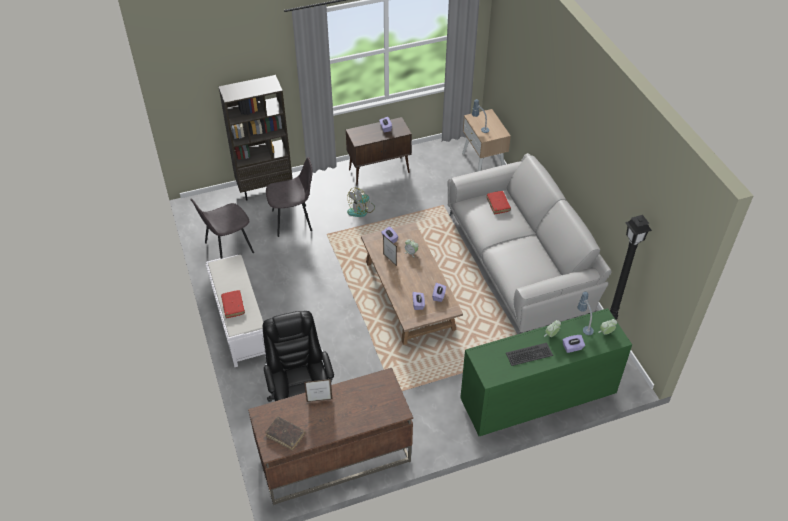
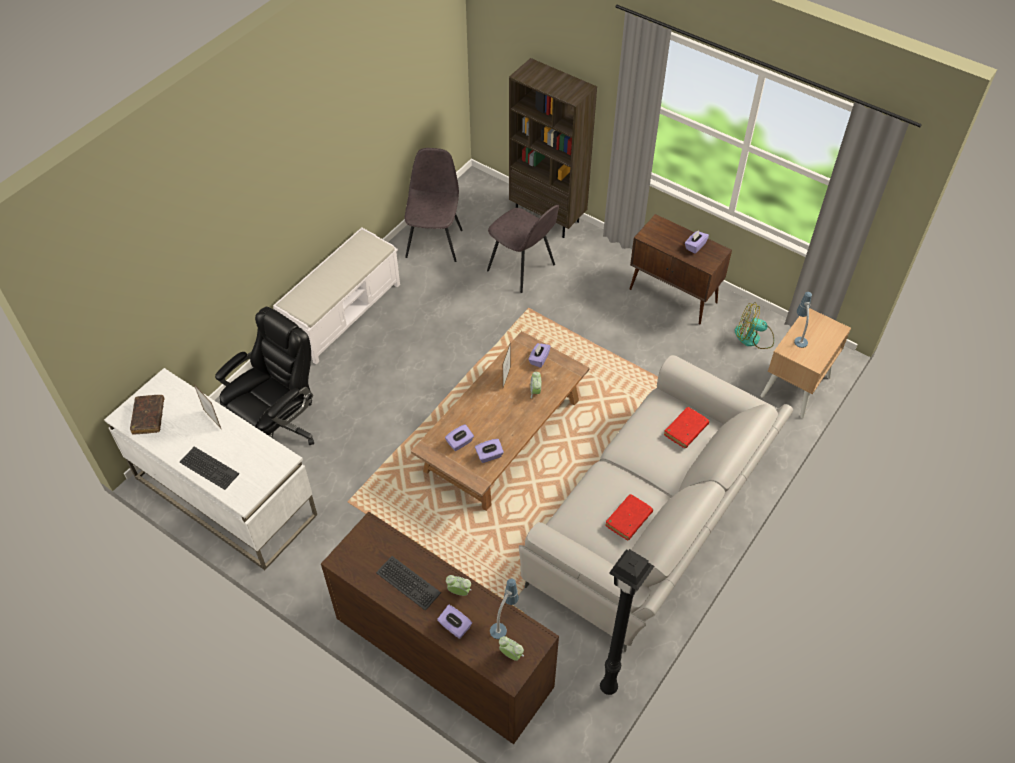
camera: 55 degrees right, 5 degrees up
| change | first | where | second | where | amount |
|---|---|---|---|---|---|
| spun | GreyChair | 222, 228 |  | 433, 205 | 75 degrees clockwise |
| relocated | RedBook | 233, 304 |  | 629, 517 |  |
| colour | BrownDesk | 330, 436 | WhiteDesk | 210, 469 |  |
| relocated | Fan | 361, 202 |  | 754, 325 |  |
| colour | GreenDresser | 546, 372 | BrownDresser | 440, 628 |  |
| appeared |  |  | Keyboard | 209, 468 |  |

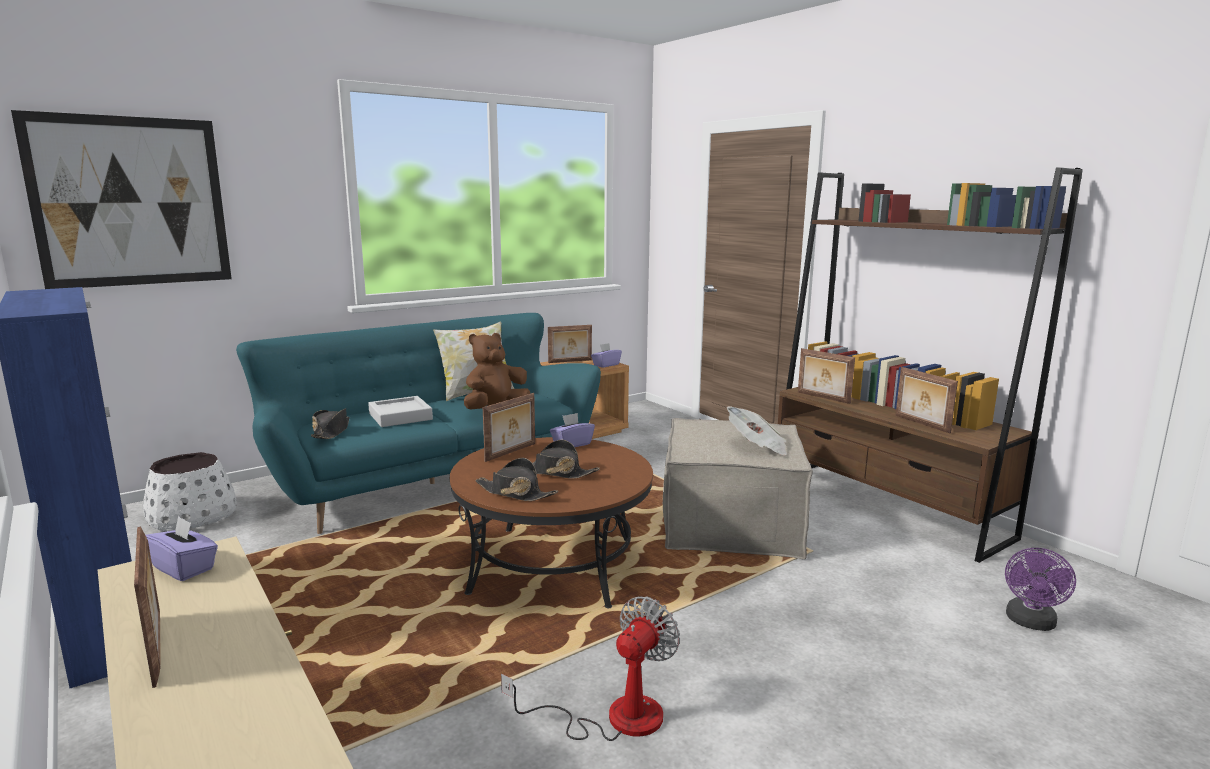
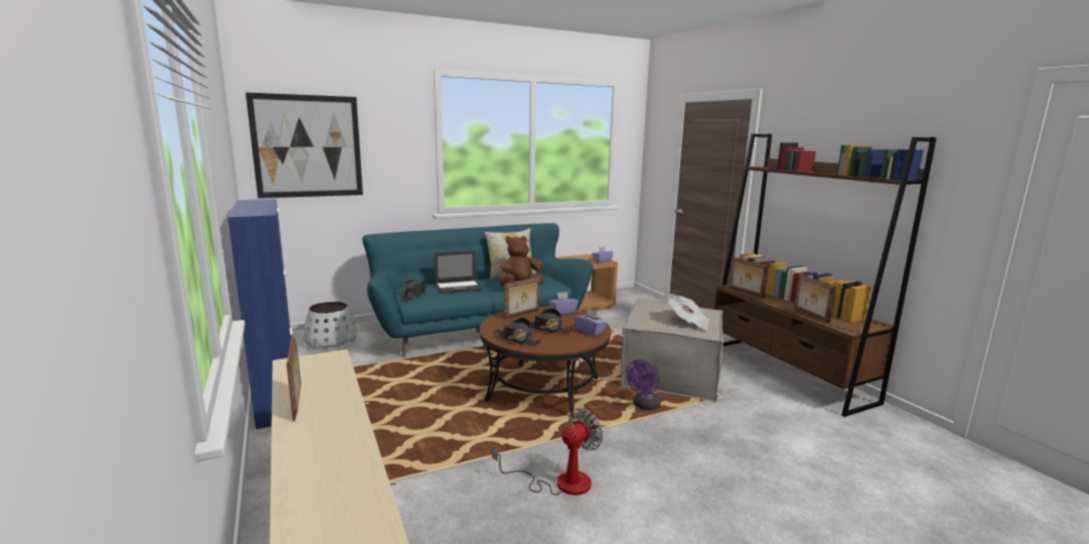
camera: 10 degrees right, 0 degrees up
| change | first | where | second | where | amount |
|---|---|---|---|---|---|
| relocated | PurpleTissueBox | 182, 548 |  | 590, 322 |  |
| exchanged | GreyTray | 400, 411 | Laptop | 458, 272 |  |
| missing | PictureFrame | 570, 344 |  |  |  |
| relocated | PurpleFan | 1040, 589 |  | 643, 384 |  |

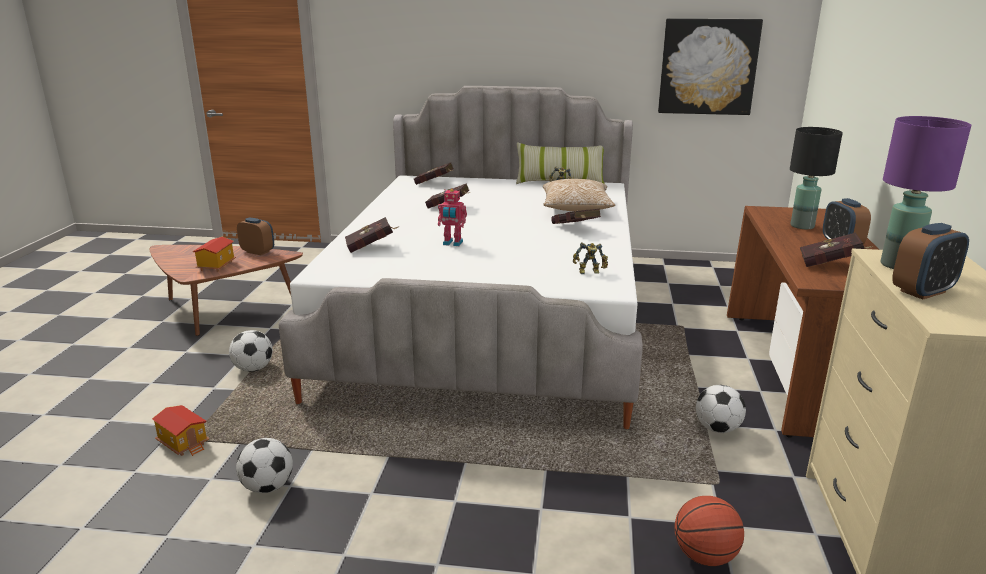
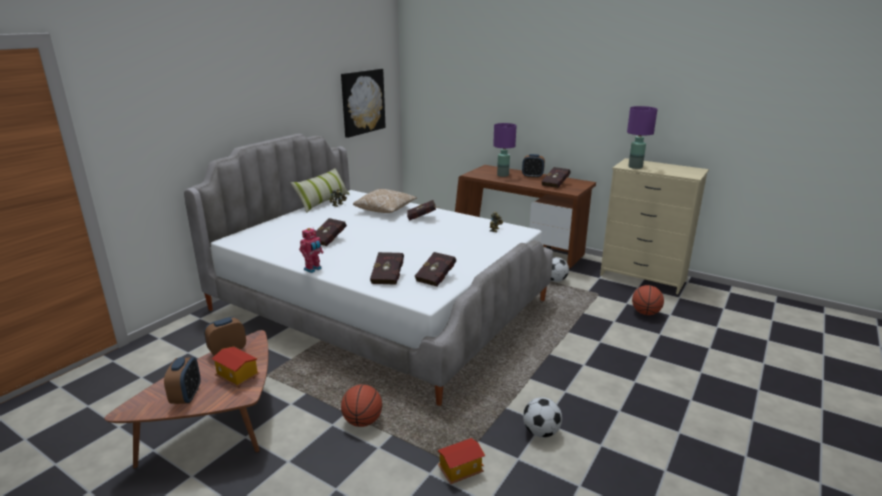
camera: 65 degrees left, 0 degrees up
| change | first | where | second | where | amount |
|---|---|---|---|---|---|
| exchanged | Football | 251, 351 | Basketball | 361, 405 |  |
| relocated | RedBook | 434, 174 |  | 435, 269 |  |
| relocated | ToyRobot | 452, 217 |  | 311, 250 |  |
| colour | BlackTableLamp | 816, 178 | PurpleTableLamp | 505, 150 |  |
| relocated | AlarmClock | 930, 261 |  | 182, 380 |  |

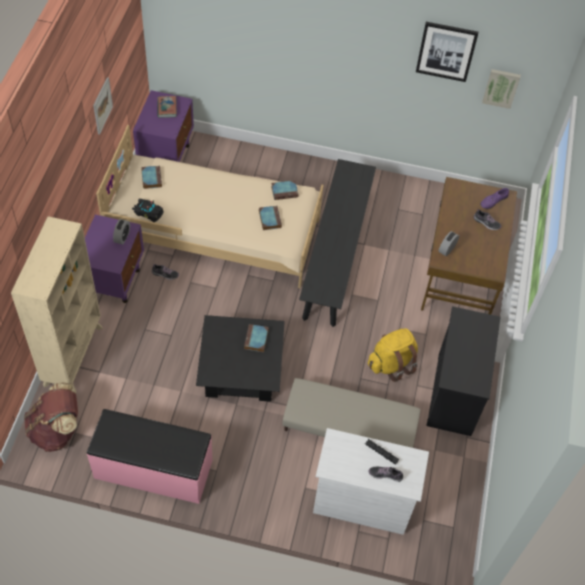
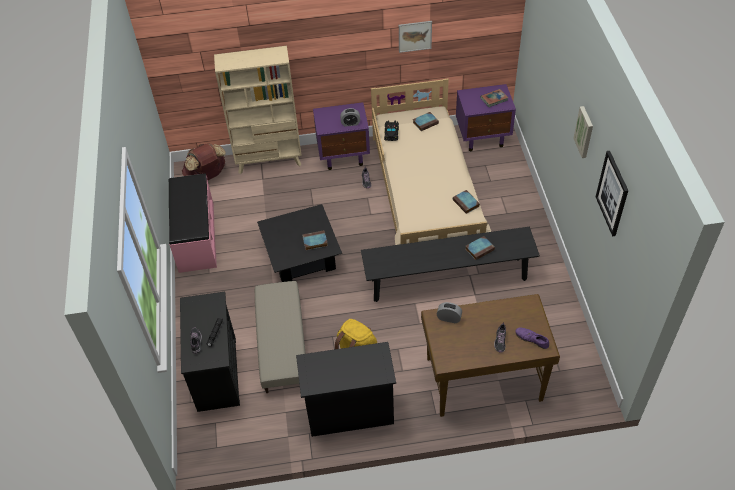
camera: 75 degrees right, 5 degrees down
| change | first | where | second | where | amount |
|---|---|---|---|---|---|
| relocated | Book | 270, 218 |  | 480, 248 |  |
| colour | WhiteDresser | 371, 481 | BlackDresser | 210, 351 |  |
| relocated | Picture | 501, 89 |  | 583, 132 |  |

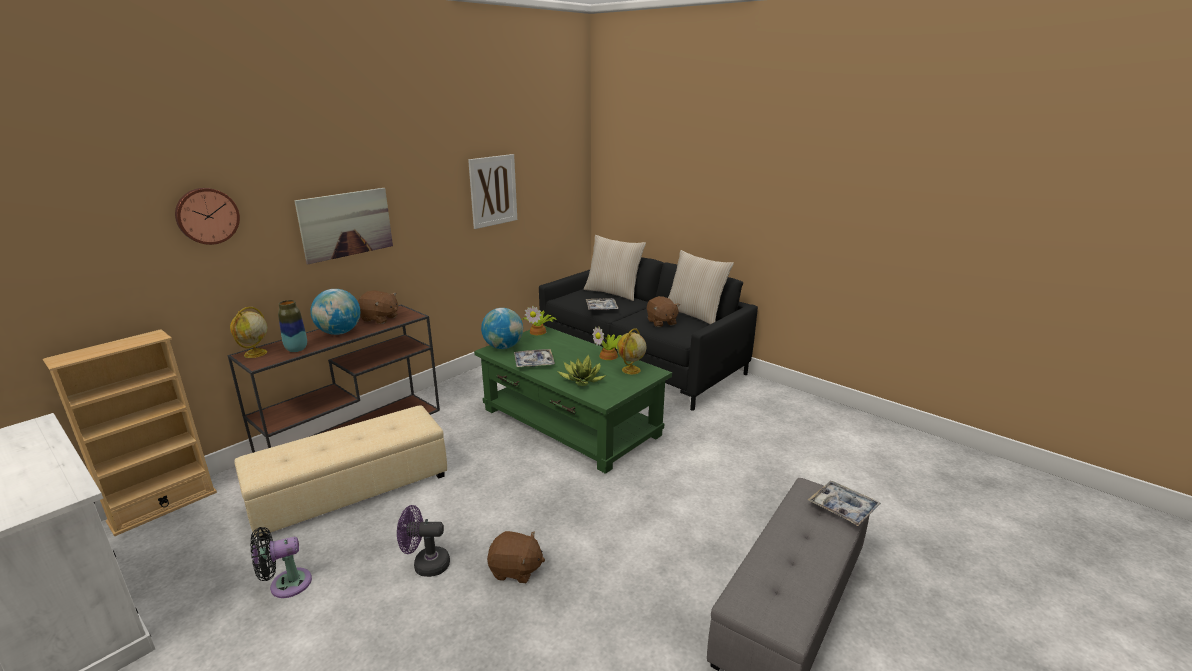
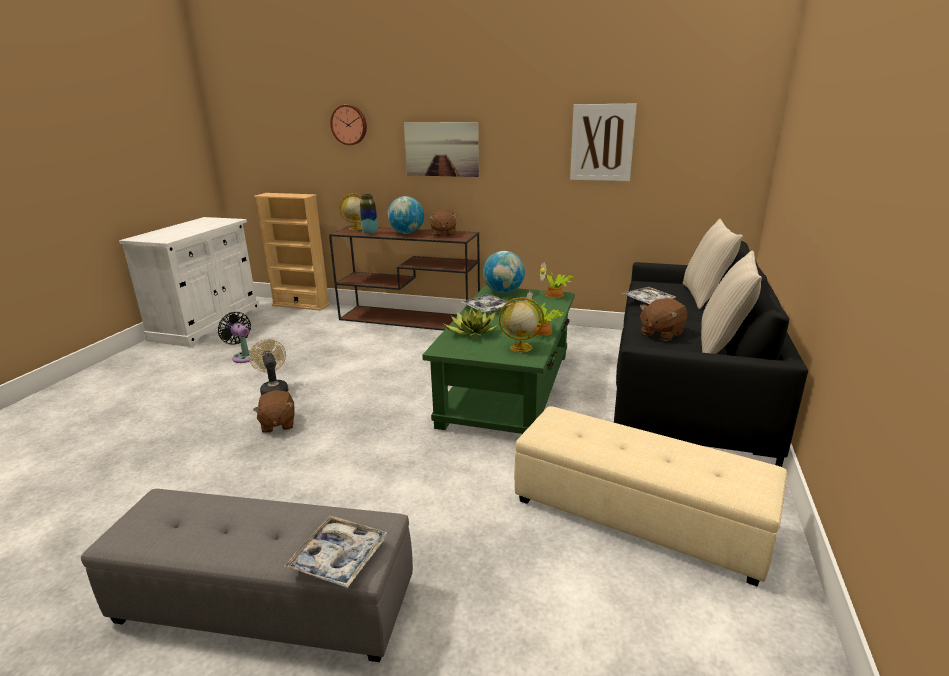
camera: 65 degrees right, 0 degrees up
| change | first | where | second | where | amount |
|---|---|---|---|---|---|
| relocated | BeigeOttoman | 340, 473 |  | 650, 496 |  |
| colour | PurpleFan | 423, 541 | BeigeFan | 268, 367 |  |

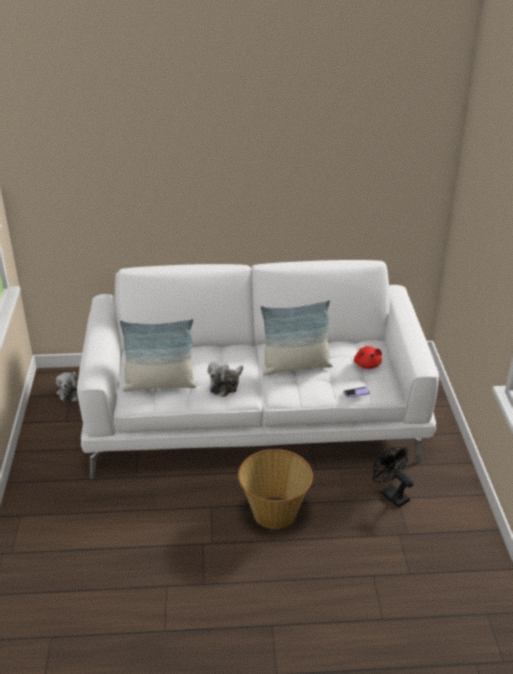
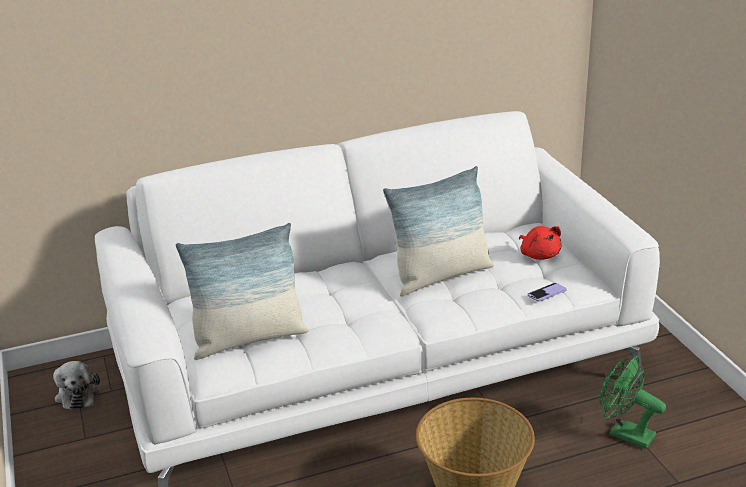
camera: 15 degrees left, 5 degrees down
| change | first | where | second | where | amount |
|---|---|---|---|---|---|
| missing | PlushToy | 225, 379 |  |  |  |
| colour | BlackFan | 393, 477 | GreenFan | 632, 402 |  |

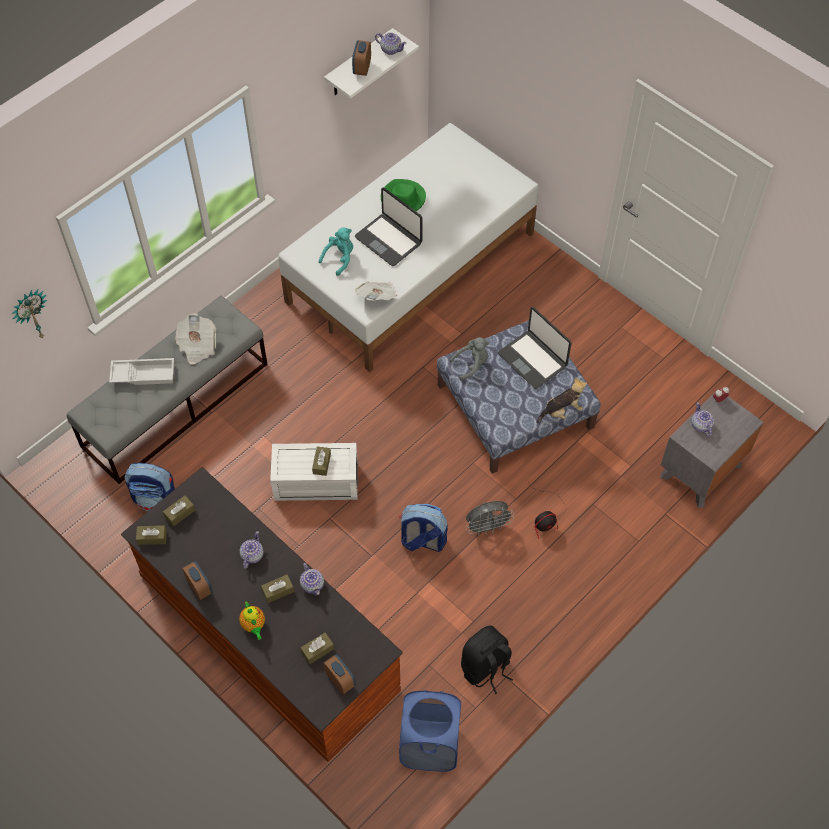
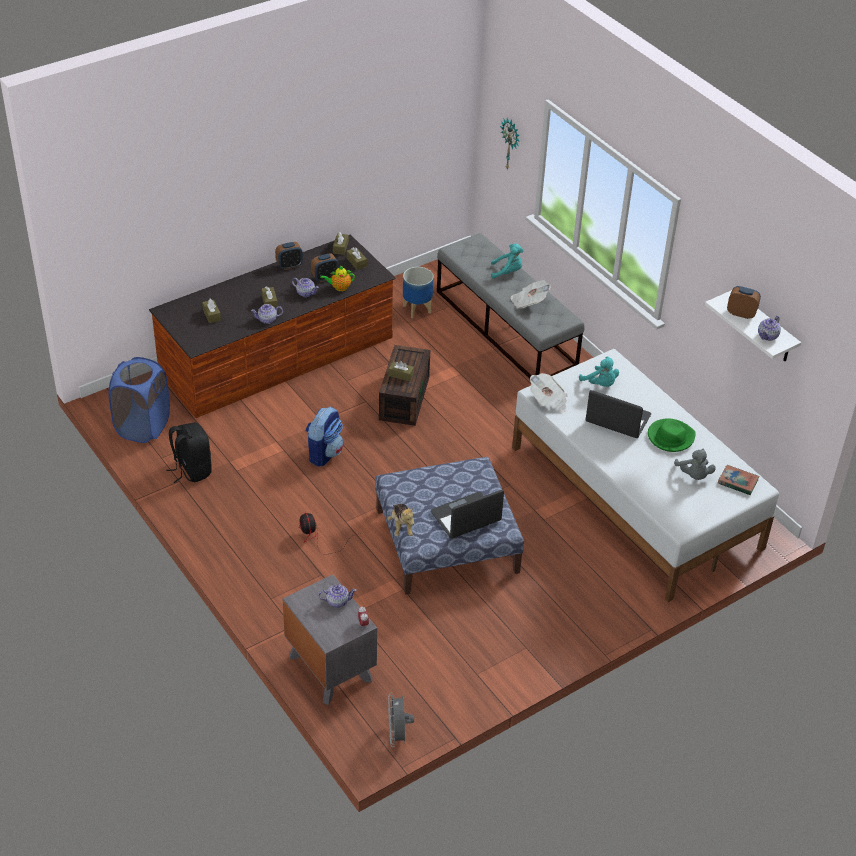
camera: 100 degrees right, 15 degrees down
| change | first | where | second | where | amount |
|---|---|---|---|---|---|
| exchanged | WhiteTray | 141, 371 | TurquoisePlushToy | 507, 261 |  |
| exchanged | Backpack | 150, 486 | Planter | 418, 292 |  |
| relocated | Teapot | 252, 620 |  | 338, 278 |  |
| colour | WhiteStorageBox | 314, 472 | BrownStorageBox | 404, 385 |  |
| relocated | AlarmClock | 339, 674 |  | 325, 267 |  |
| spun | Laptop | 389, 227 |  | 618, 414 | 60 degrees clockwise |
| relocated | GreyPlushToy | 469, 359 |  | 695, 464 |  |
| relocated | GreyFan | 490, 518 |  | 401, 720 |  |
| appeared |  |  | Book | 738, 480 |  |

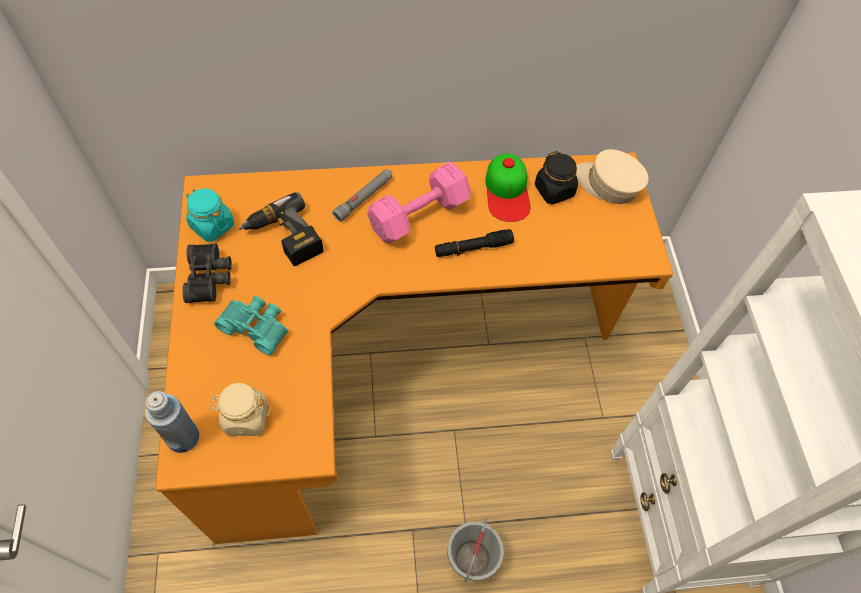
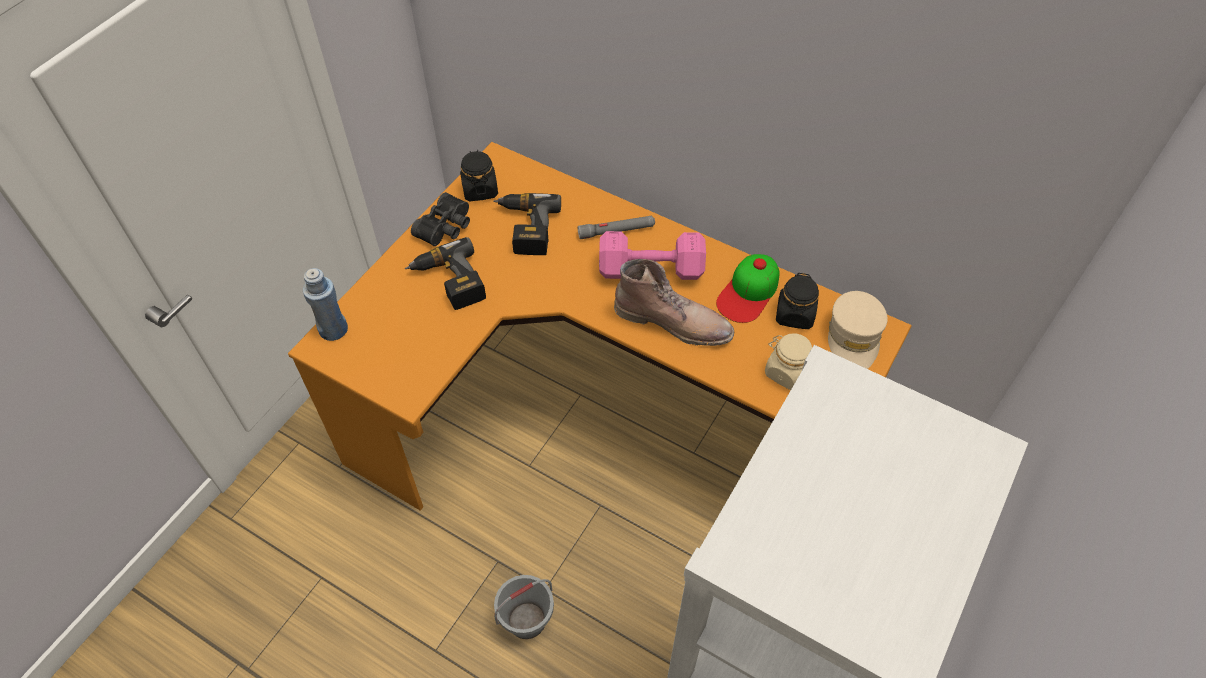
camera: 40 degrees right, 5 degrees down
| change | first | where | second | where | amount |
|---|---|---|---|---|---|
| colour | TurquoiseJar | 210, 215 | BlackJar | 479, 175 |  |
| relocated | BeigeJar | 240, 409 |  | 788, 361 |  |
| exchanged | TurquoiseBinoculars | 251, 325 | PowerDrill | 445, 273 |  |
| exchanged | BlackFlashlight | 474, 243 | BrownBoot | 674, 302 |  |
| spun | BeigeCap | 612, 176 |  | 857, 330 | 150 degrees counterclockwise |

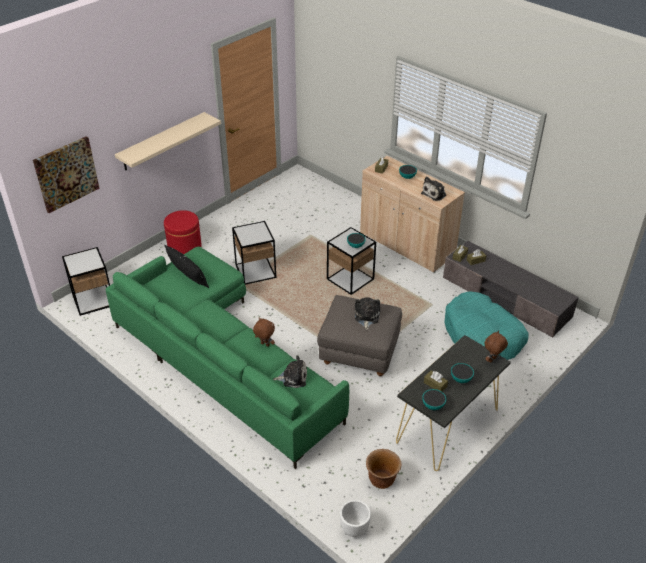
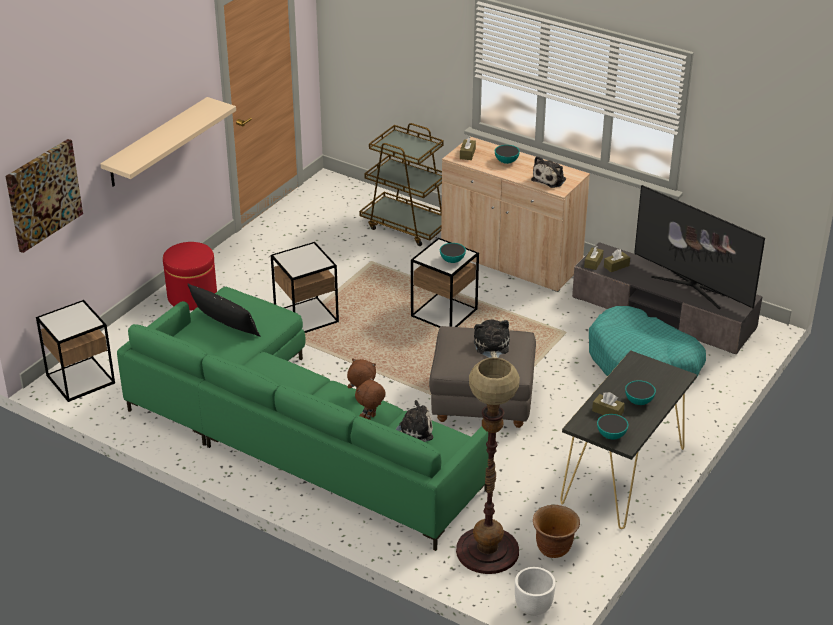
camera: 10 degrees left, 5 degrees down
| change | first | where | second | where | amount |
|---|---|---|---|---|---|
| relocated | BrownPlushToy | 496, 347 |  | 370, 398 |  |
| appeared |  |  | BrownCart | 401, 184 |  |
| appeared |  |  | FloorLamp | 488, 465 |  |
| appeared |  |  | Television | 699, 247 |  |

